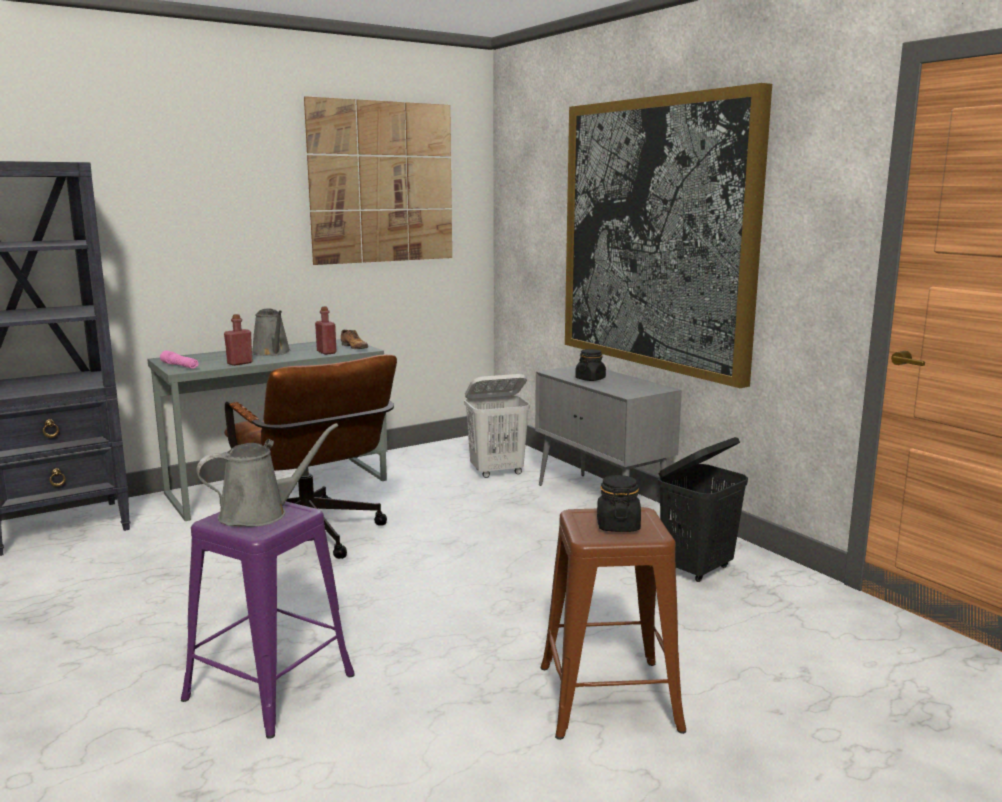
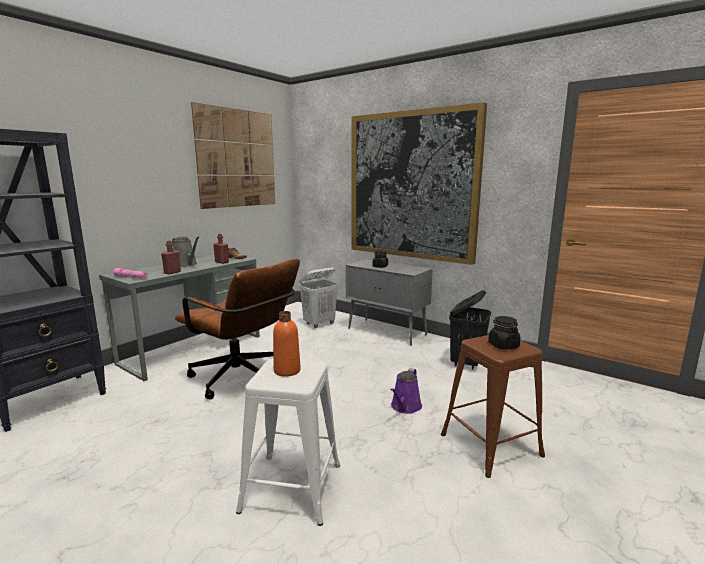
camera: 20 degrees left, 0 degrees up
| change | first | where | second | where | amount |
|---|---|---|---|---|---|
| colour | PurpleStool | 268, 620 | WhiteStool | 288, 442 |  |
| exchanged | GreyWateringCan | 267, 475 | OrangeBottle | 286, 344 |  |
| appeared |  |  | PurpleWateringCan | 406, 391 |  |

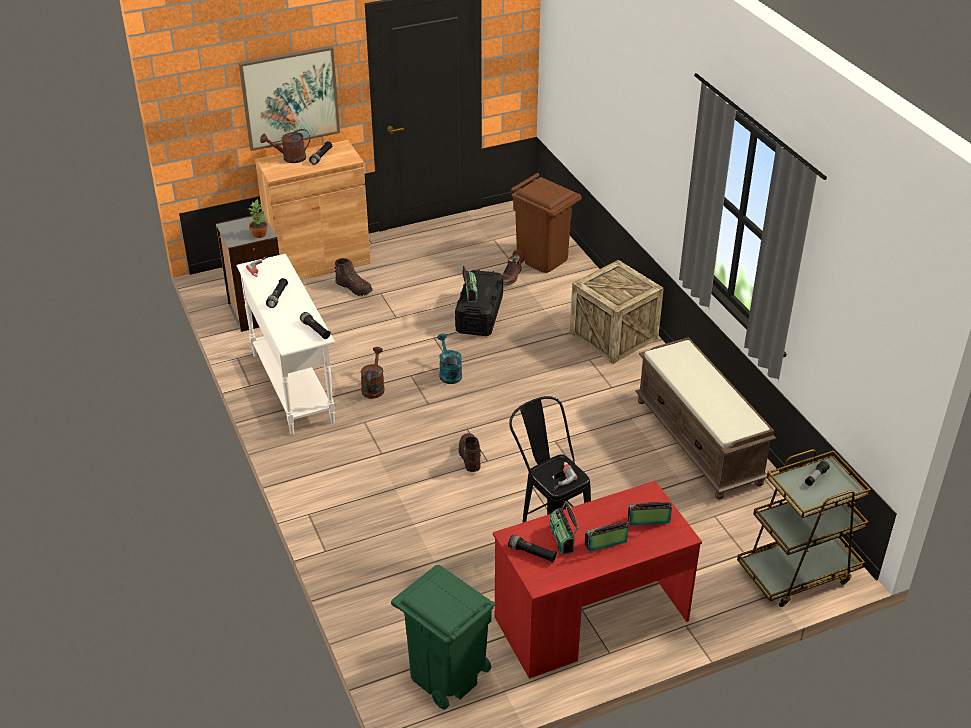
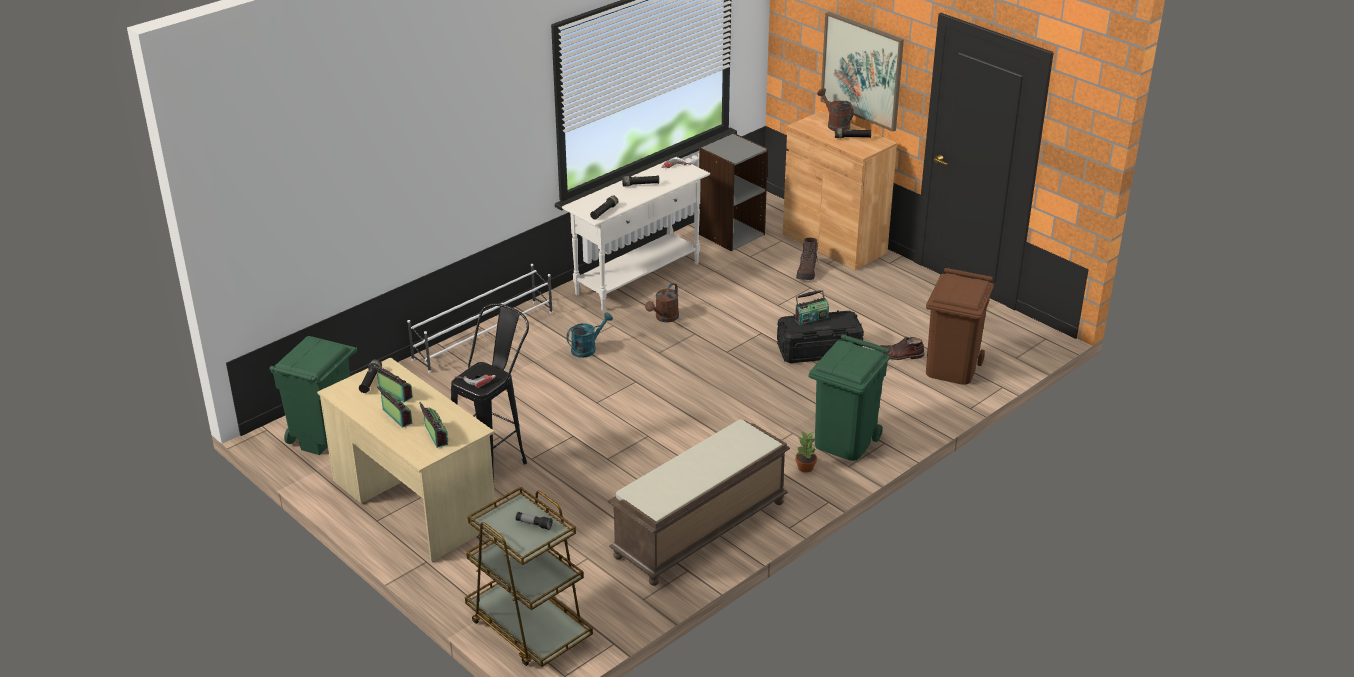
camera: 70 degrees right, 5 degrees down
| change | first | where | second | where | amount |
|---|---|---|---|---|---|
| relocated | PottedPlant | 258, 218 |  | 806, 452 |  |
| spun | BrownWateringCan | 373, 373 |  | 662, 302 | 135 degrees clockwise |
| relocated | TurquoiseWateringCan | 449, 359 |  | 589, 335 |  |
| missing | BrownBoot | 469, 452 |  |  |  |
| colour | RedDesk | 597, 580 | BeigeDesk | 406, 459 |  |
| spun | Radio | 564, 528 |  | 393, 384 | 75 degrees clockwise |
| exchanged | Crate | 617, 312 | GreenTrashCan | 849, 398 |  |
| appeared |  |  | WhiteShoeRack | 480, 318 |  |

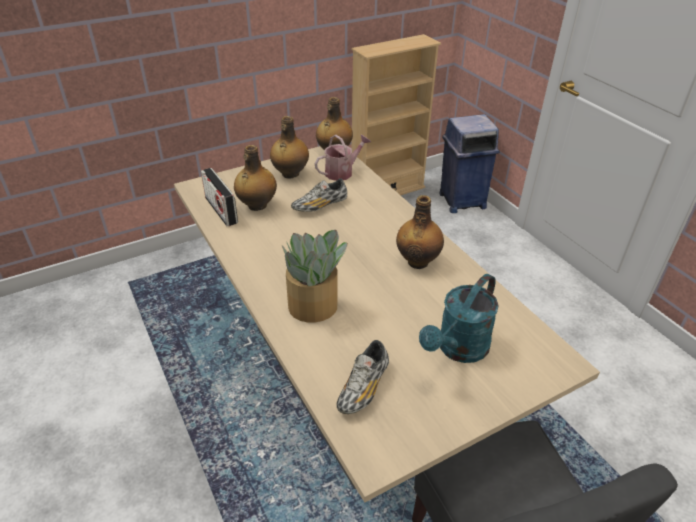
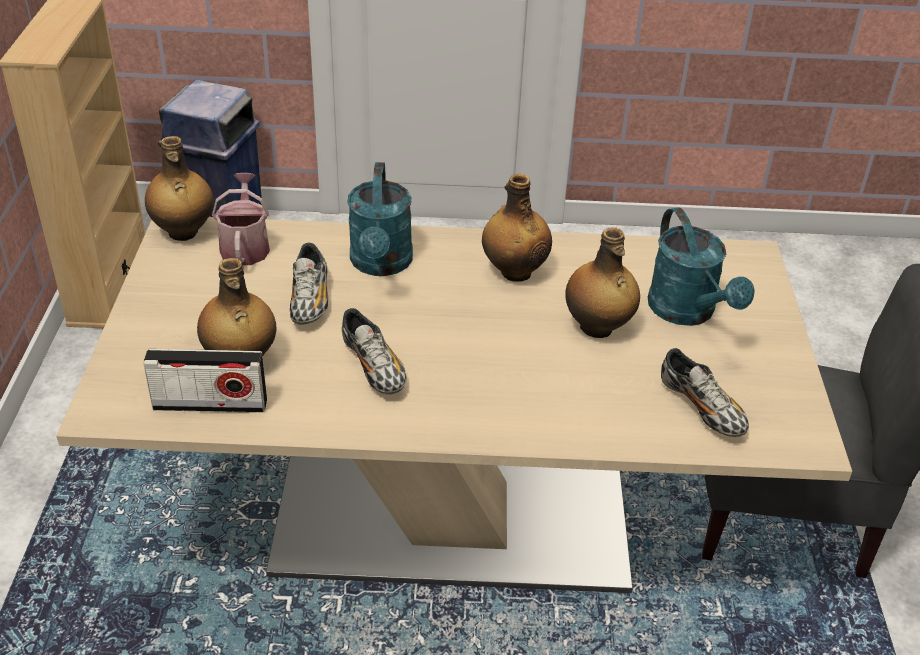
camera: 60 degrees left, 0 degrees up
| change | first | where | second | where | amount |
|---|---|---|---|---|---|
| relocated | Bottle | 289, 147 |  | 602, 283 |  |
| missing | PottedPlant | 315, 276 |  |  |  |
| appeared |  |  | Shoe | 374, 351 |  |
| appeared |  |  | TurquoiseWateringCan | 380, 219 |  |

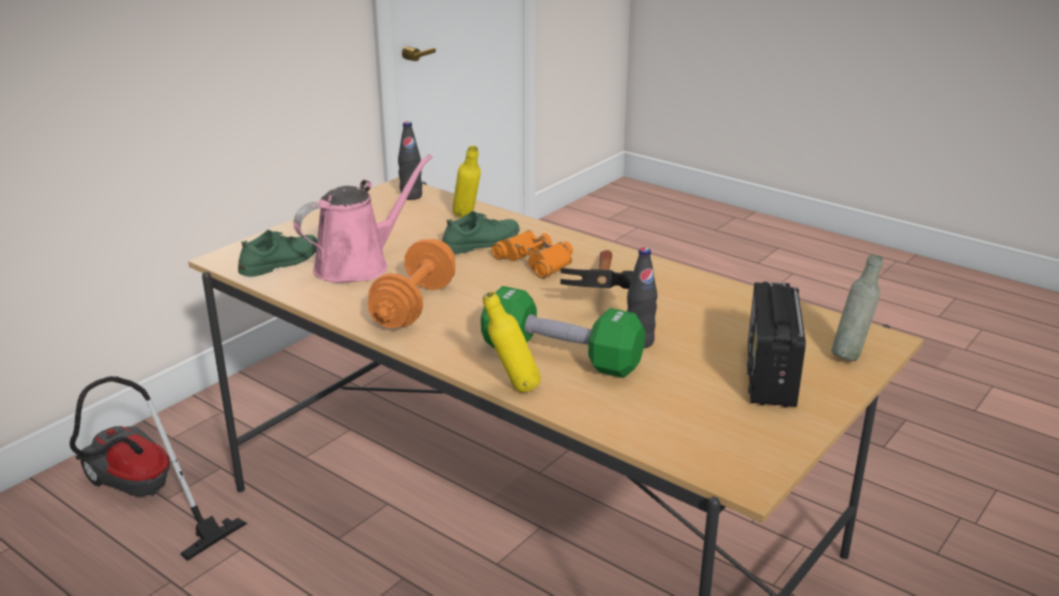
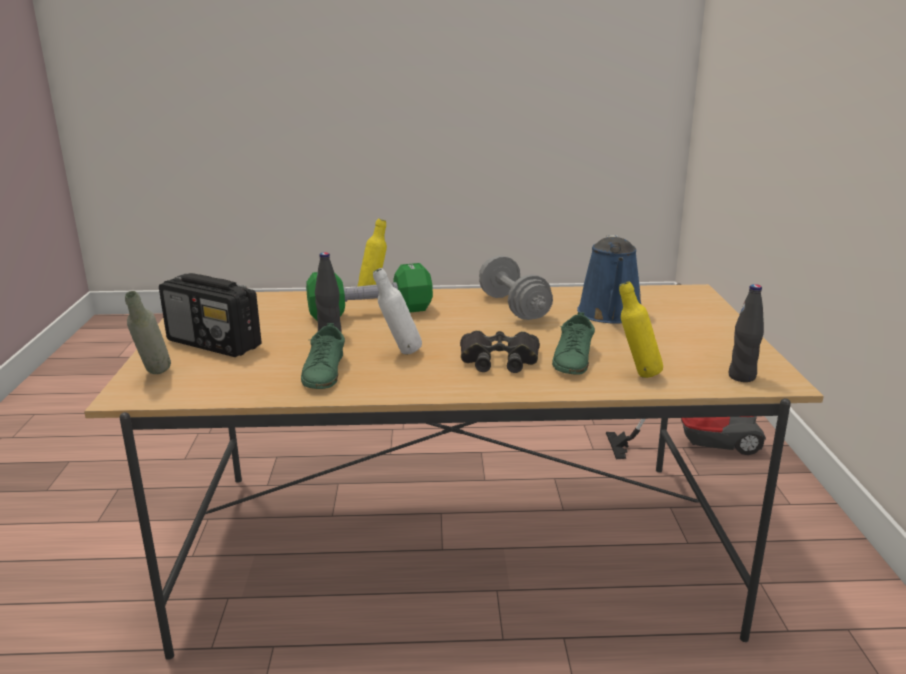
camera: 140 degrees right, 5 degrees down
| change | first | where | second | where | amount |
|---|---|---|---|---|---|
| relocated | GreenShoe | 277, 253 |  | 323, 356 |  |
| colour | PinkWateringCan | 362, 218 | BlueWateringCan | 609, 279 |  |
| colour | OrangeDumbbell | 411, 283 | GreyDumbbell | 516, 287 |  |
| colour | OrangeBinoculars | 532, 254 | BlackBinoculars | 500, 351 |  |
| exchanged | Hammer | 597, 269 | WhiteBottle | 397, 311 |  |
| spun | Radio | 776, 344 |  | 210, 315 | 150 degrees clockwise |

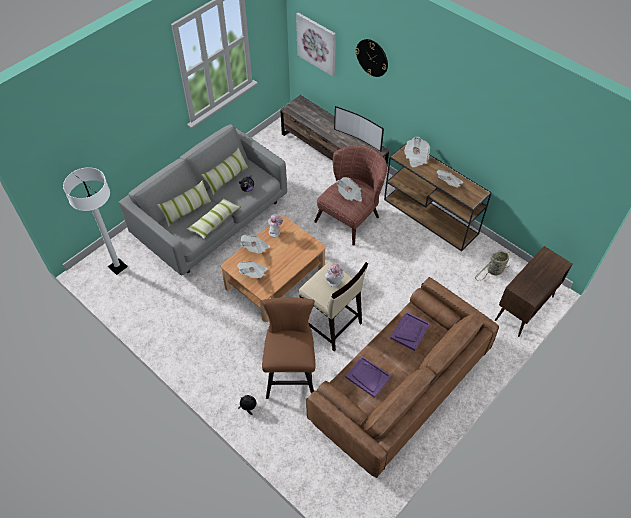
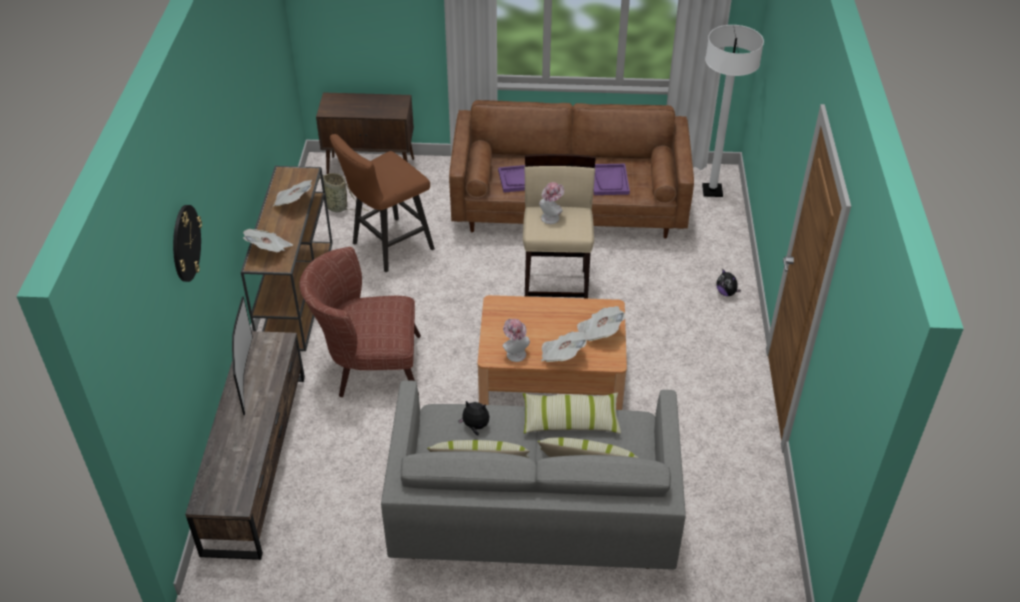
camera: 130 degrees left, 10 degrees down
| change | first | where | second | where | amount |
|---|---|---|---|---|---|
| relocated | WhiteFloorLamp | 95, 221 |  | 733, 111 |  |
| relocated | BrownStool | 289, 348 |  | 382, 203 |  |
| missing | Picture | 316, 44 |  |  |  |
| missing | Newspaper | 349, 189 |  |  |  |

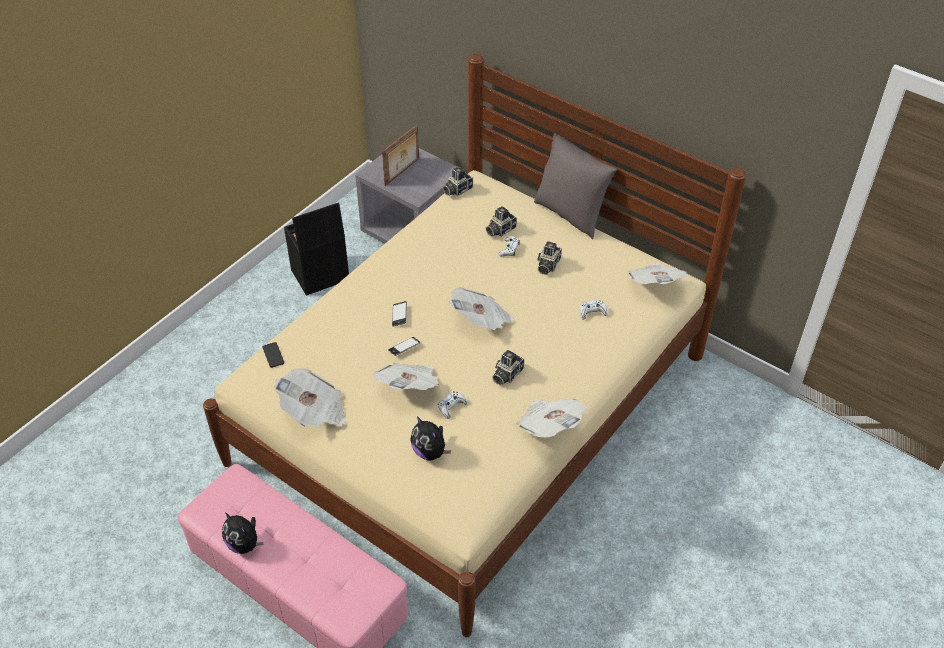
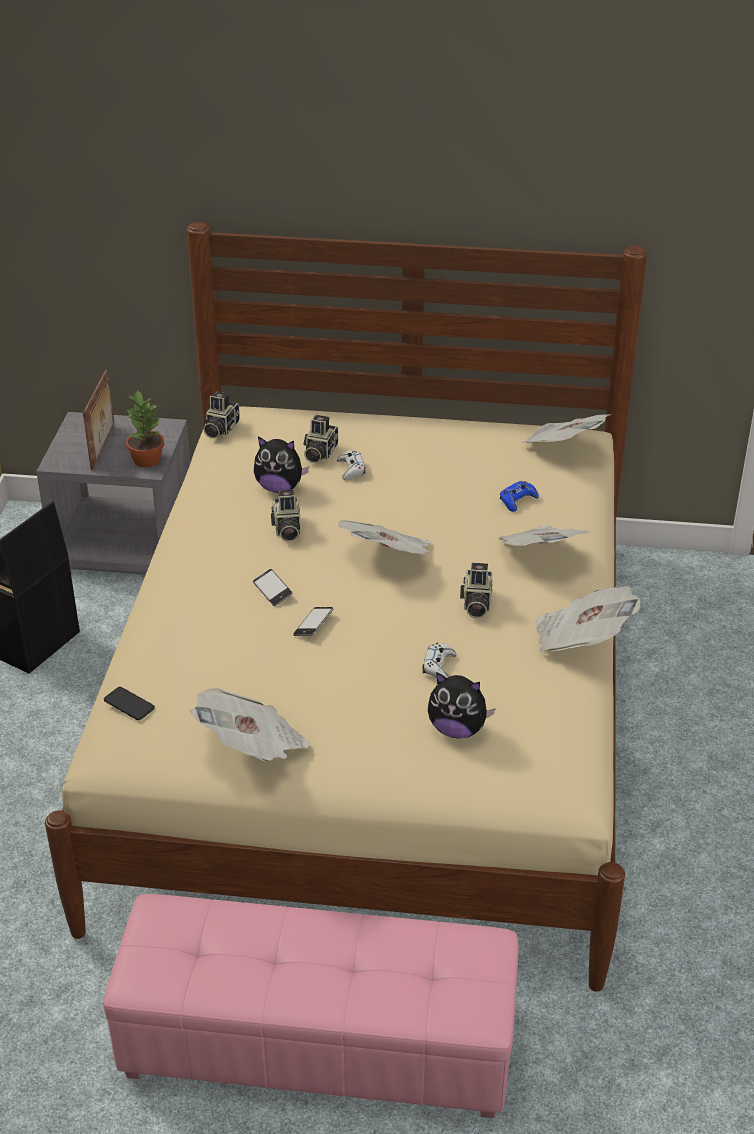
camera: 30 degrees left, 10 degrees down
| change | first | where | second | where | amount |
|---|---|---|---|---|---|
| relocated | PlushToy | 242, 533 |  | 281, 465 |  |
| relocated | Newspaper | 406, 376 |  | 543, 535 |  |
| missing | GreyPillow | 575, 186 |  |  |  |
| relocated | PhotoCamera | 549, 258 |  | 286, 516 |  |
| colour | WhiteGameController | 593, 310 | BlueGameController | 519, 496 |  |
| appeared |  |  | PottedPlant | 145, 429 |  |

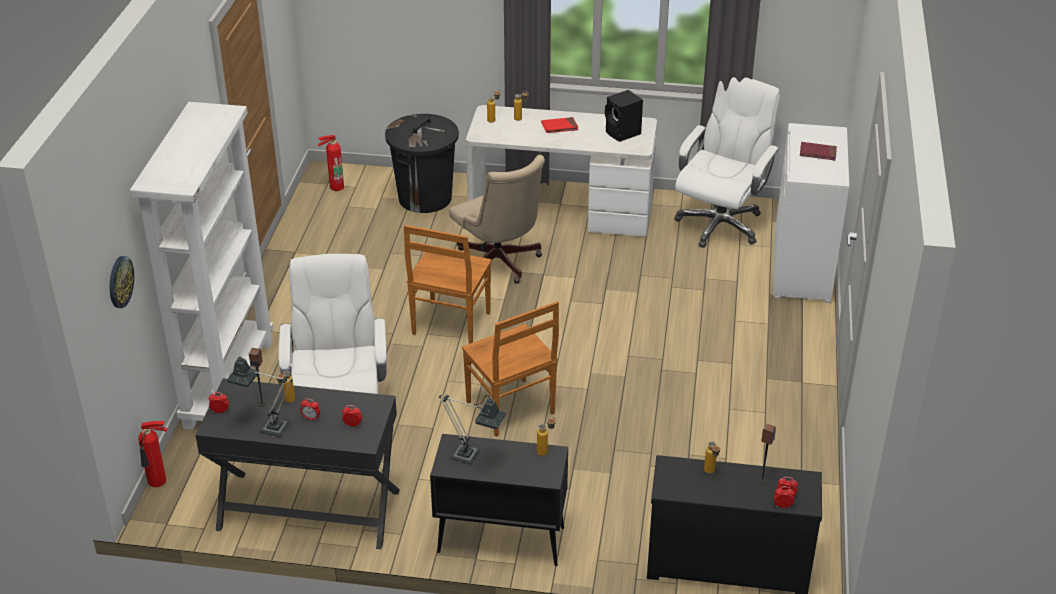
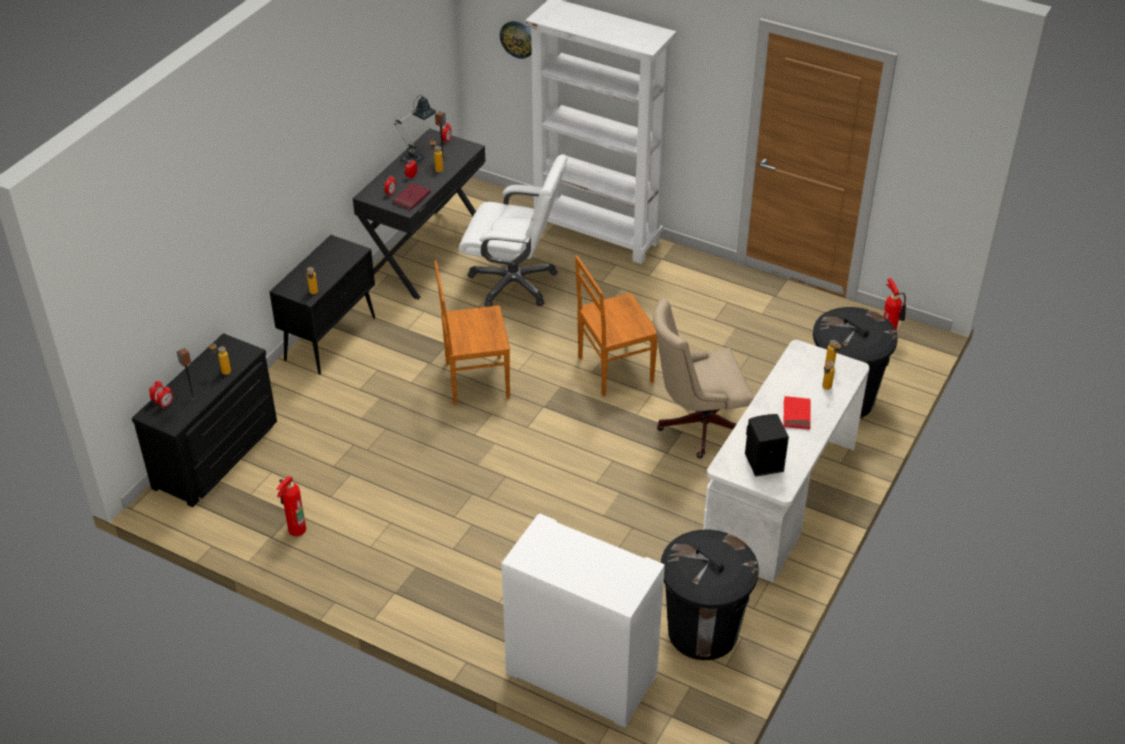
camera: 110 degrees right, 5 degrees up
| change | first | where | second | where | amount |
|---|---|---|---|---|---|
| relocated | FireExtinguisher | 153, 454 |  | 291, 506 |  |
| spun | BrownChair | 448, 284 |  | 616, 325 | 60 degrees counterclockwise |
| missing | TableLamp | 472, 429 |  |  |  |
| exchanged | WhiteOfficeChair | 727, 162 | BlackTrashCan | 710, 595 |  |
| relocated | RedBook | 818, 151 |  | 412, 196 |  |

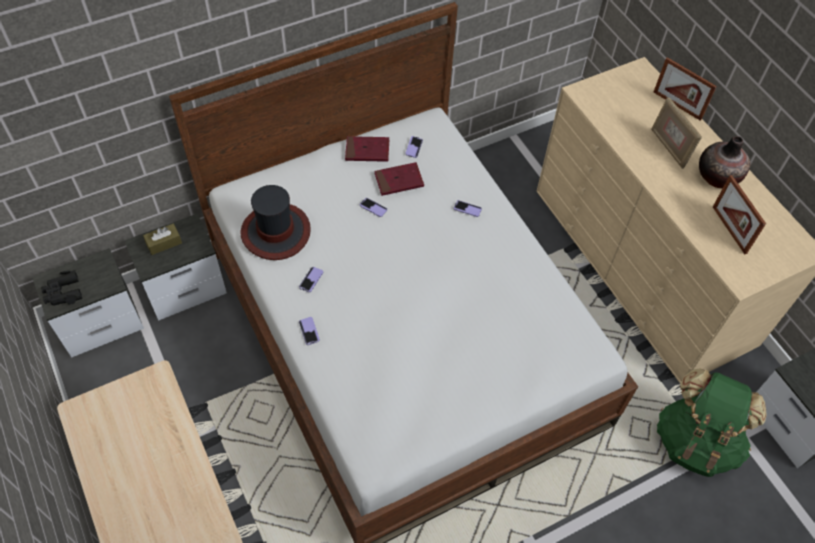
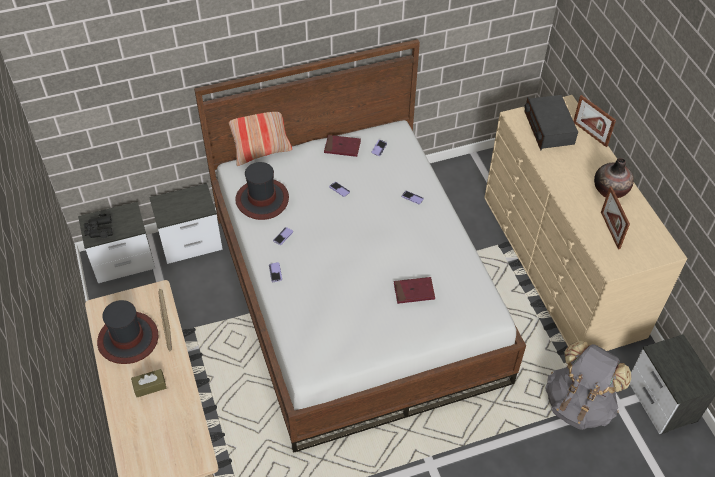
camera: 10 degrees right, 5 degrees down
| change | first | where | second | where | amount |
|---|---|---|---|---|---|
| relocated | BrownTissueBox | 162, 239 |  | 148, 383 |  |
| relocated | RedBook | 399, 179 |  | 414, 290 |  |
| relocated | PictureFrame | 676, 133 |  | 165, 320 |  |
| colour | GreenBackpack | 711, 422 | GreyBackpack | 588, 385 |  |
| appeared |  |  | Hat | 127, 332 |  |
| appeared |  |  | Pillow | 260, 139 |  |
| appeared |  |  | Radio | 551, 123 |  |

